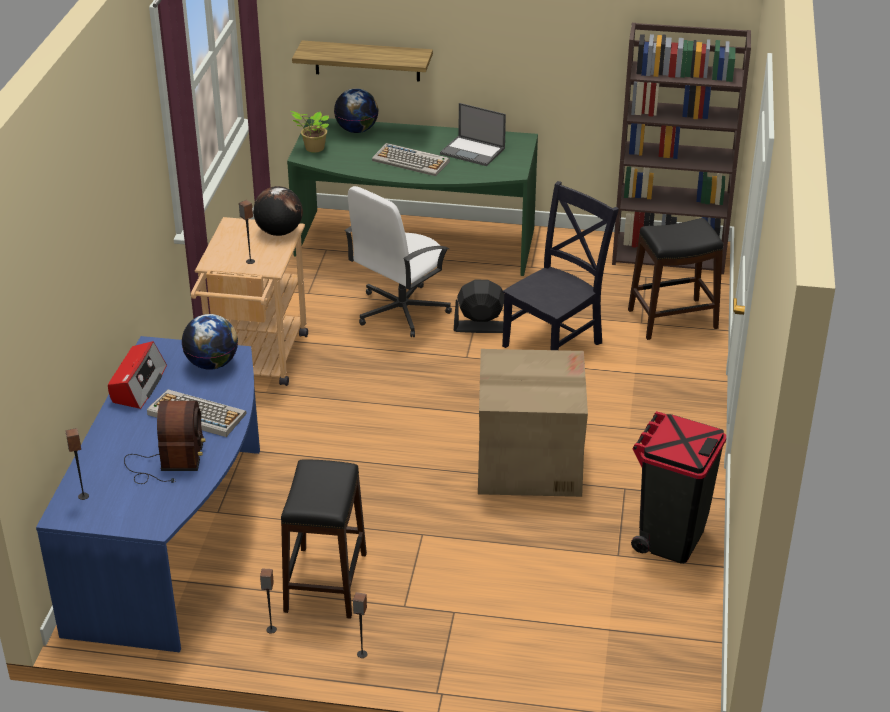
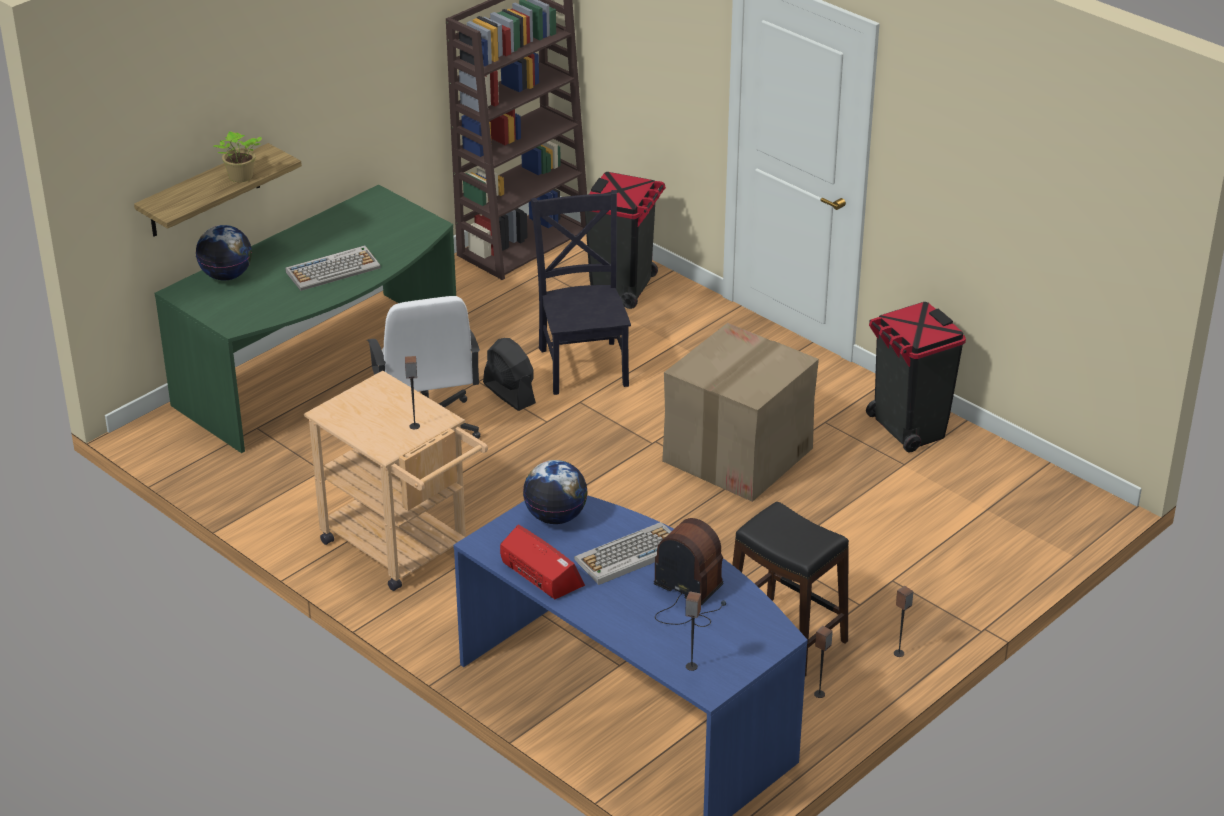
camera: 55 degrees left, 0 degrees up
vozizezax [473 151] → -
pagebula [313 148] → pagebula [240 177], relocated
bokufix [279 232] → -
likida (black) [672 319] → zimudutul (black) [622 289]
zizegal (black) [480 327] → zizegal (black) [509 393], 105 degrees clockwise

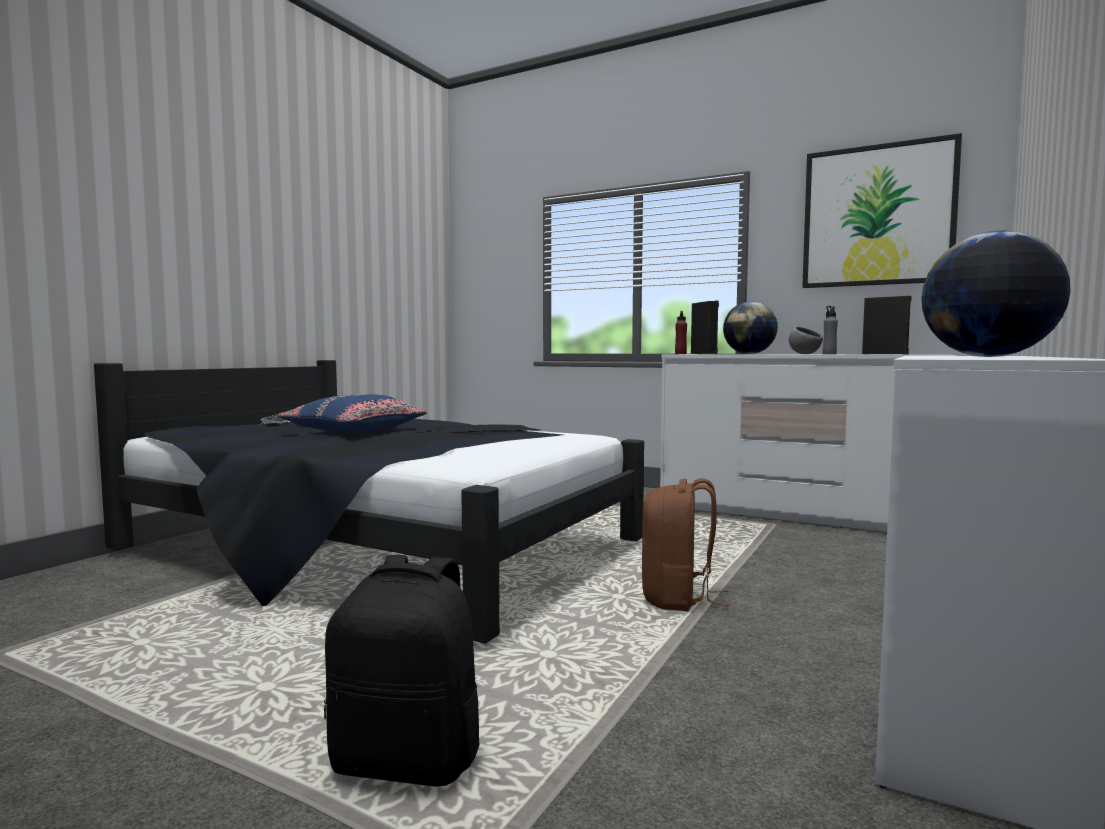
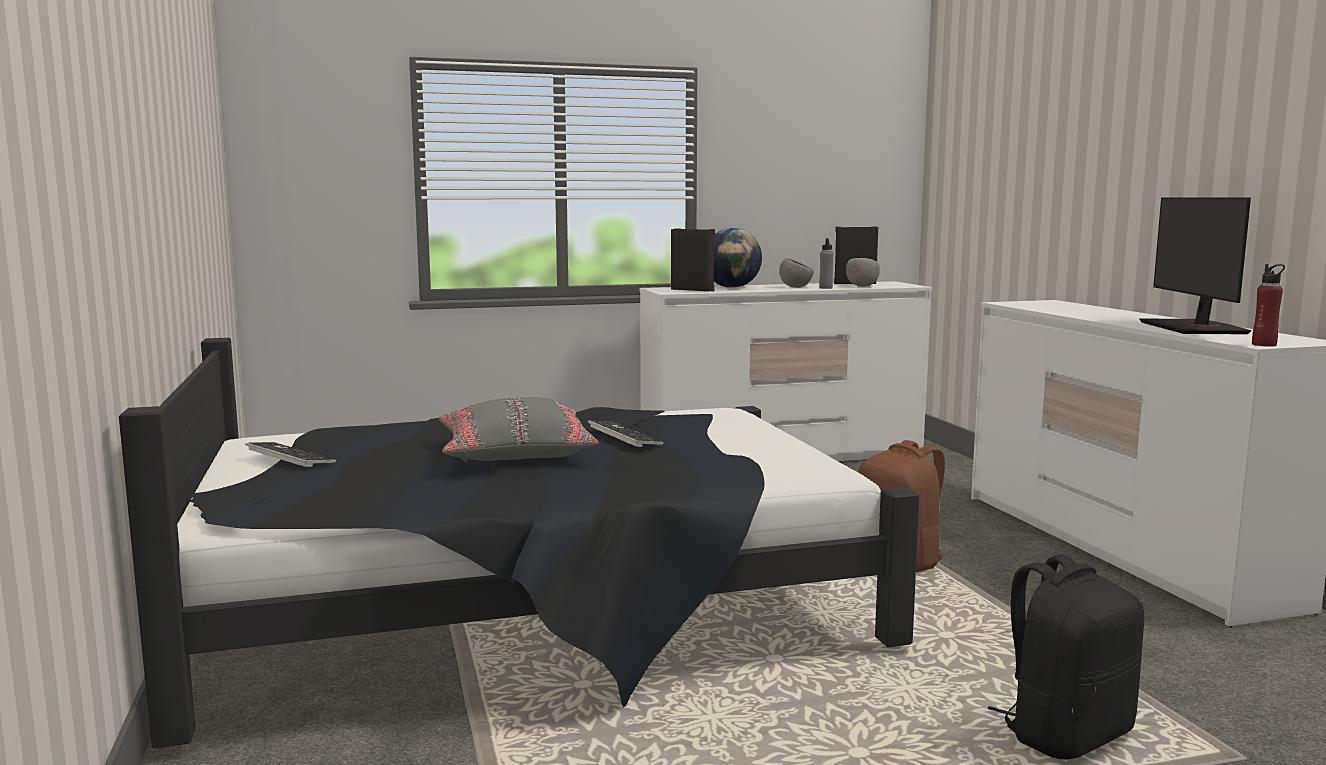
camera: 45 degrees left, 5 degrees up
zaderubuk [877 216] → -
bokufix [988 357] → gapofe [1194 328]
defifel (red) [680 354] → defifel (red) [1264 345], relocated
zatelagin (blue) [355 430] → zatelagin (grey) [515 452]
- → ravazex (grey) [861 286]
- → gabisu [624 435]

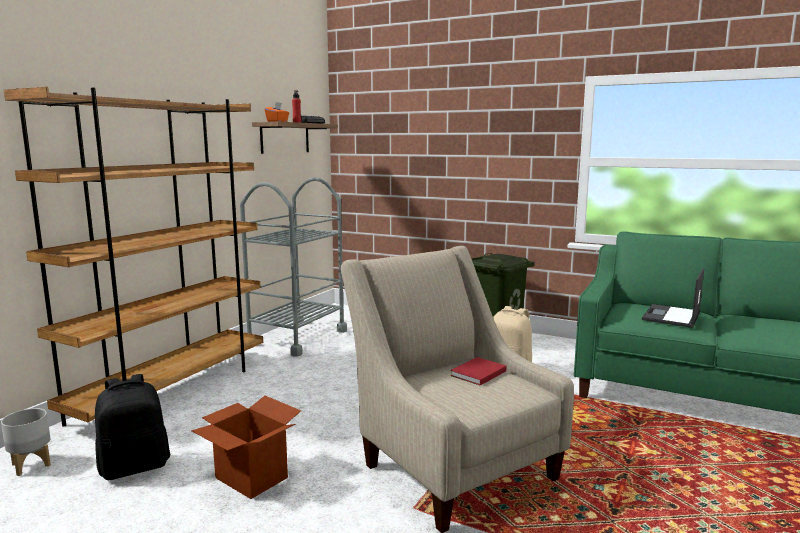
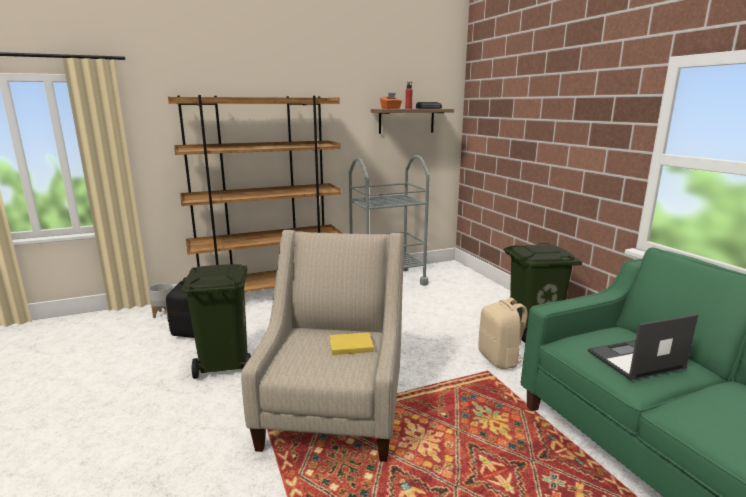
camera: 40 degrees right, 5 degrees up
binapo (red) [477 373] → binapo (yellow) [350 345]
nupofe [251 478] → zimudutul (green) [226 363]

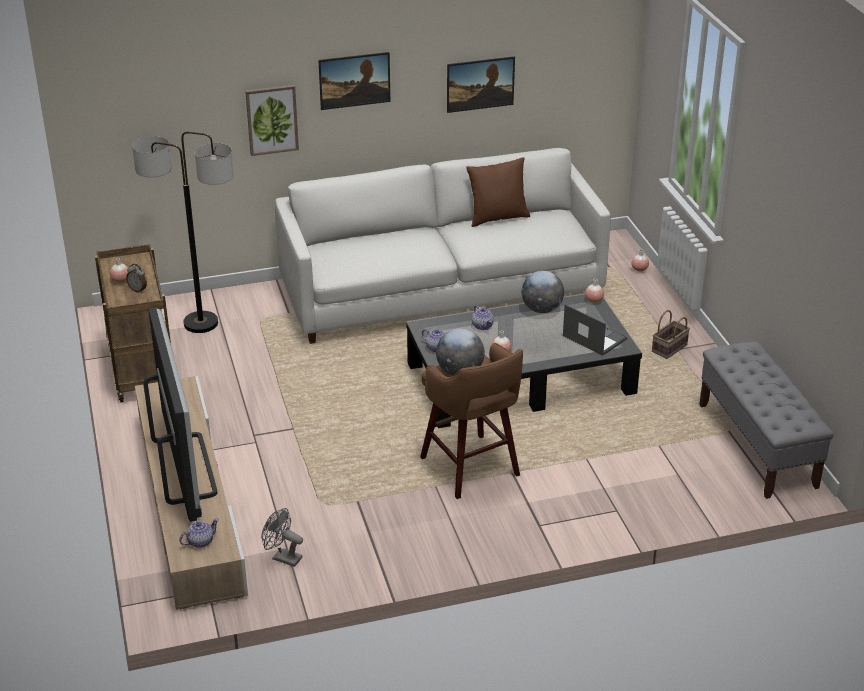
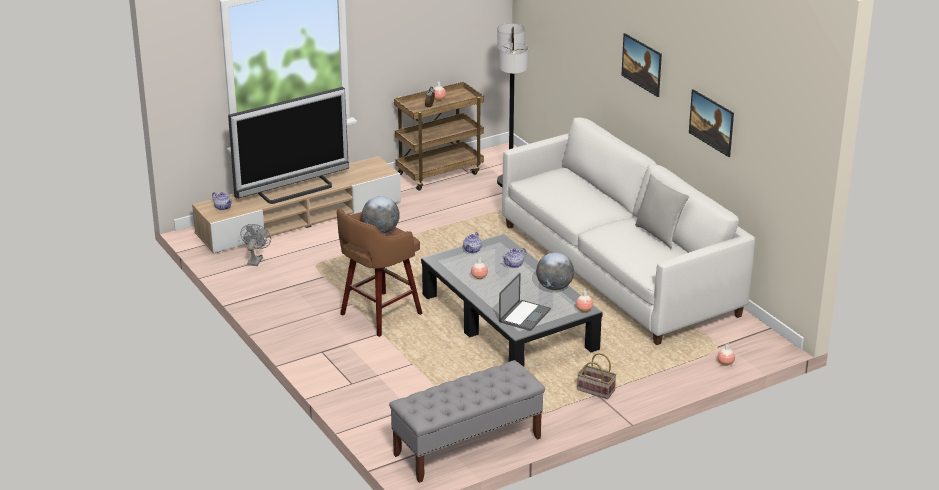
camera: 75 degrees right, 5 degrees down
zaderubuk [272 119] → -
zatelagin (brown) [497 218] → zatelagin (grey) [659 234]

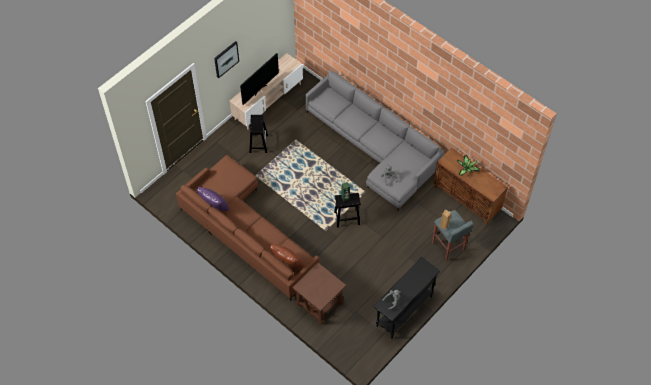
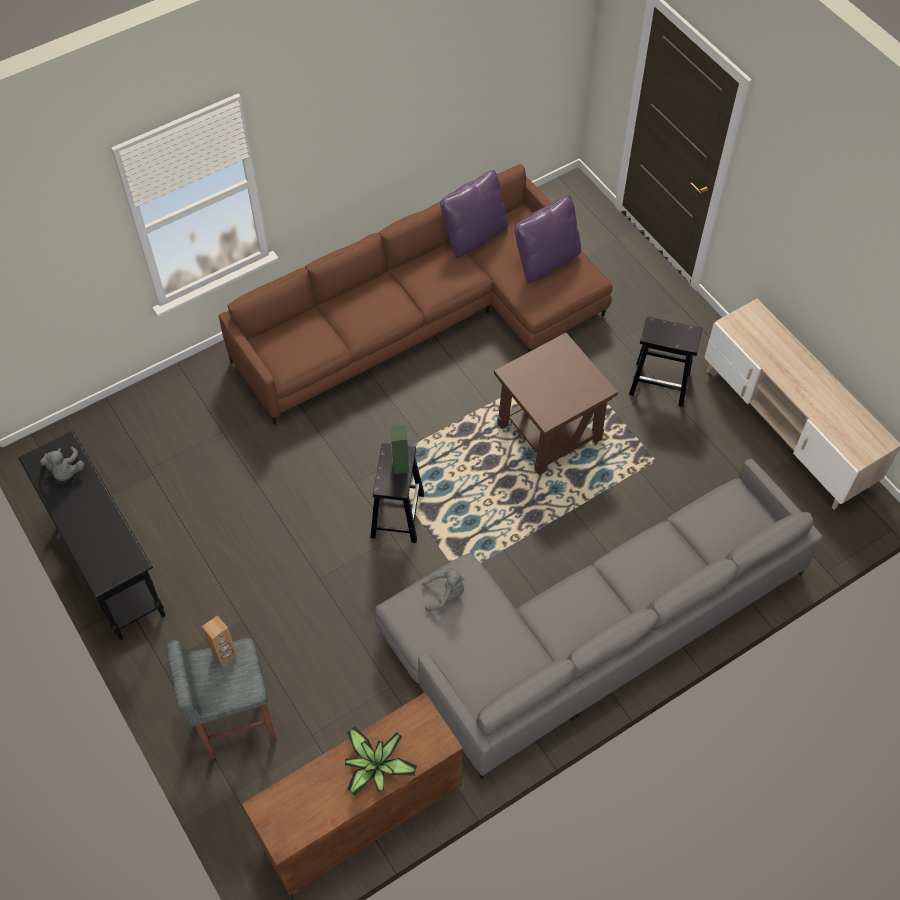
camera: 105 degrees right, 0 degrees up
zaderubuk [226 59] → -
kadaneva [260 89] → -
zatelagin (brown) [287 263] → -
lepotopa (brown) [319 303] → lepotopa (brown) [549 431], relocated
- → zatelagin (purple) [546 261]

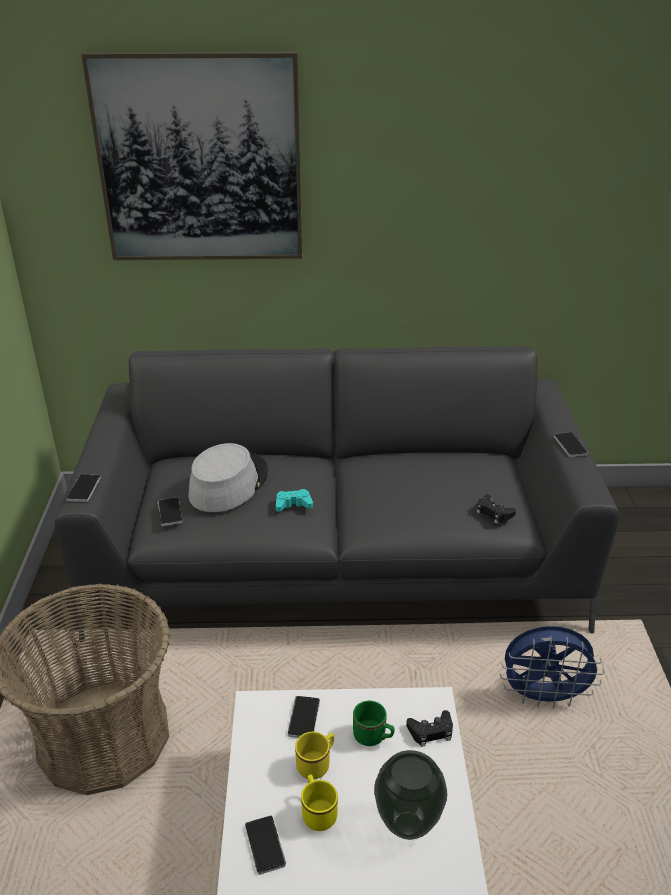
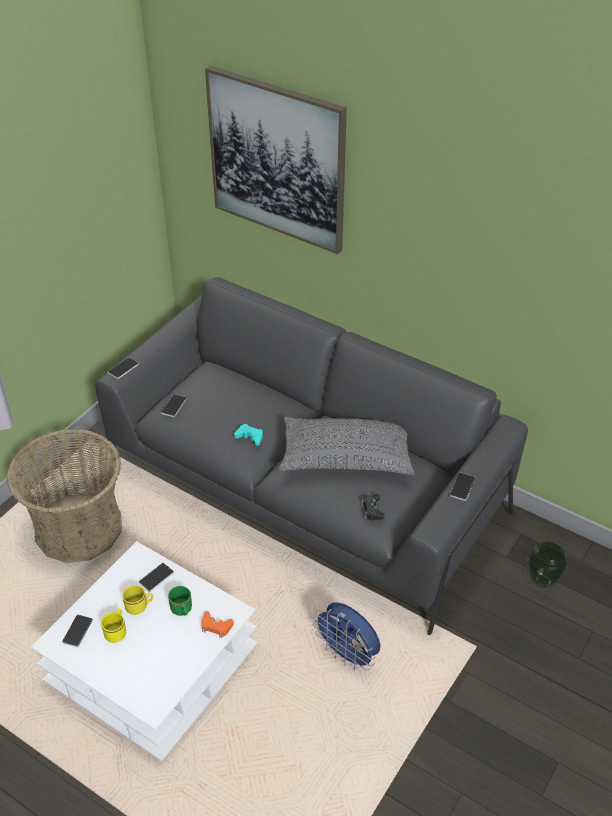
camera: 35 degrees right, 10 degrees up
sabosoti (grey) [228 483] → -
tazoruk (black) [431 731] → tazoruk (orange) [216 627]
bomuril [408 826] → bomuril [541 582], relocated
- → zatelagin (grey) [346 457]

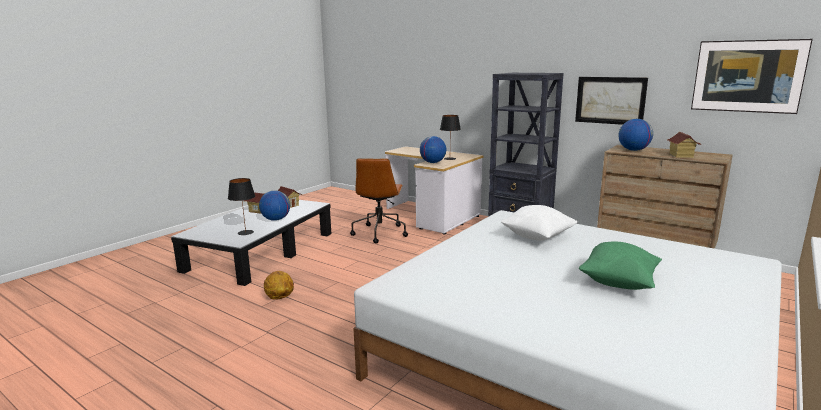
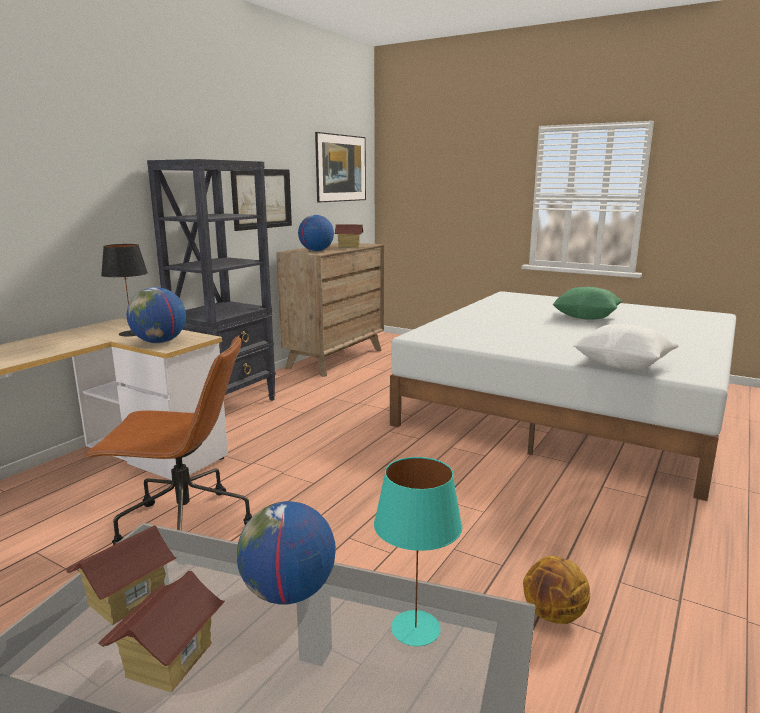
camera: 95 degrees left, 0 degrees up
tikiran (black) [246 232] → tikiran (turquoise) [415 627]
zatelagin (white) [538 237] → zatelagin (white) [622 366], relocated

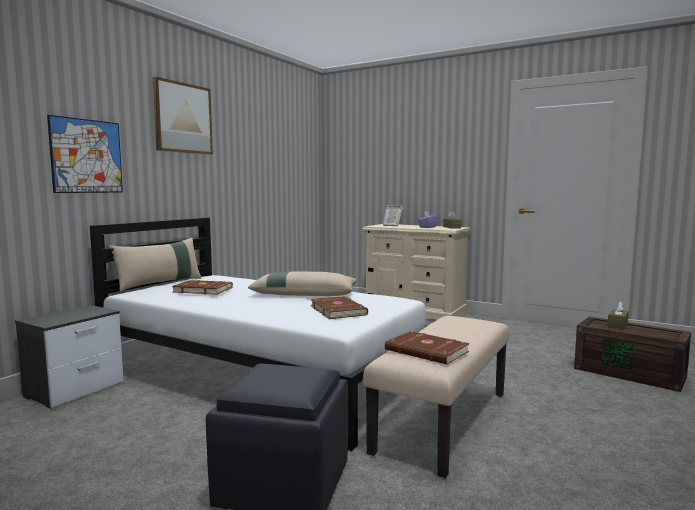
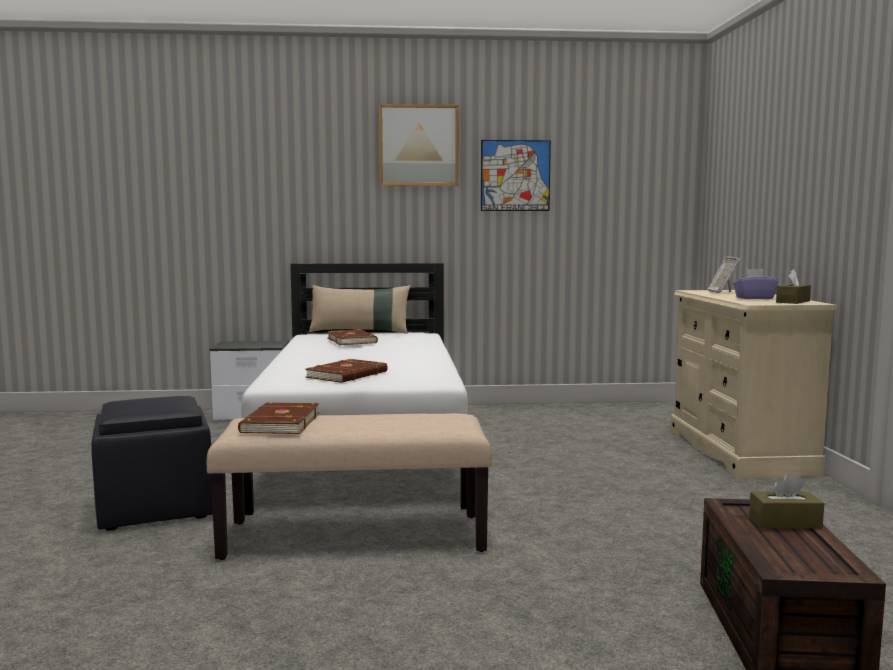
camera: 55 degrees right, 0 degrees up
zaderubuk [87 156] → zaderubuk [515 175], relocated
zatelagin (beige) [304 294] → -

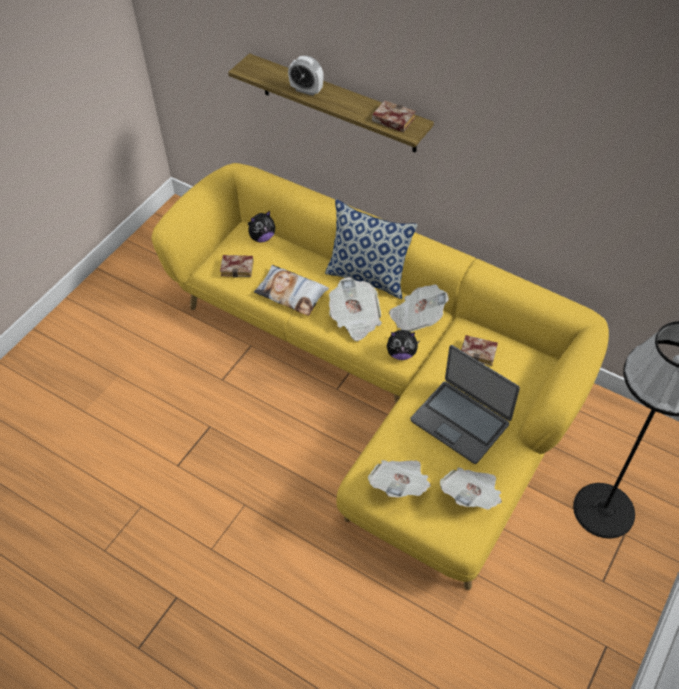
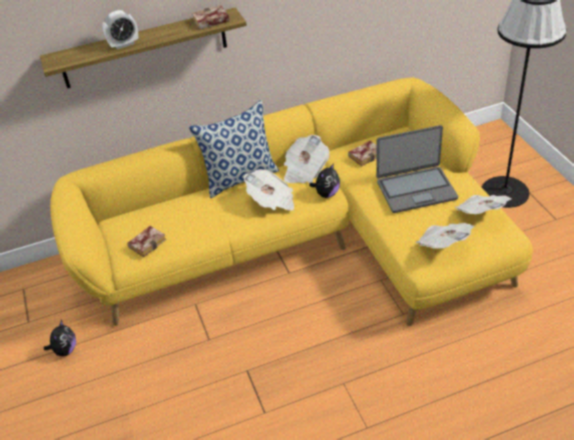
camera: 50 degrees left, 10 degrees down
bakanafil [262 237] → bakanafil [65 350], relocated
zatelagin [291 293] → -

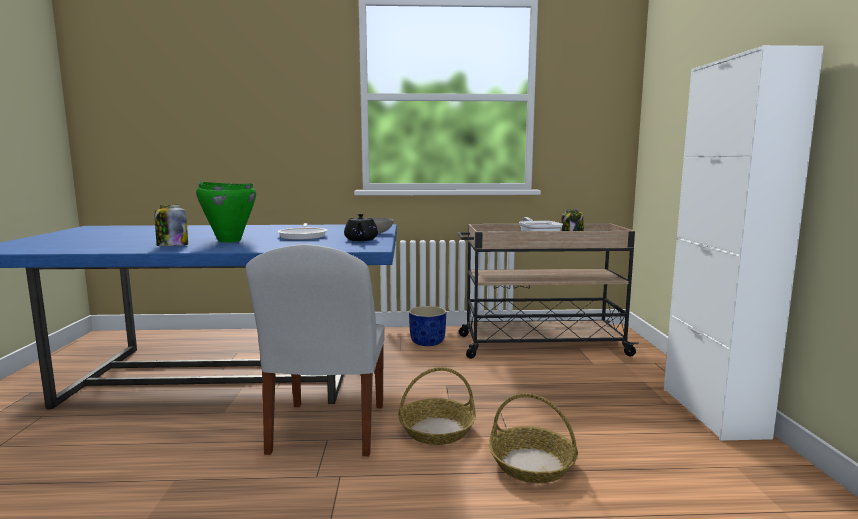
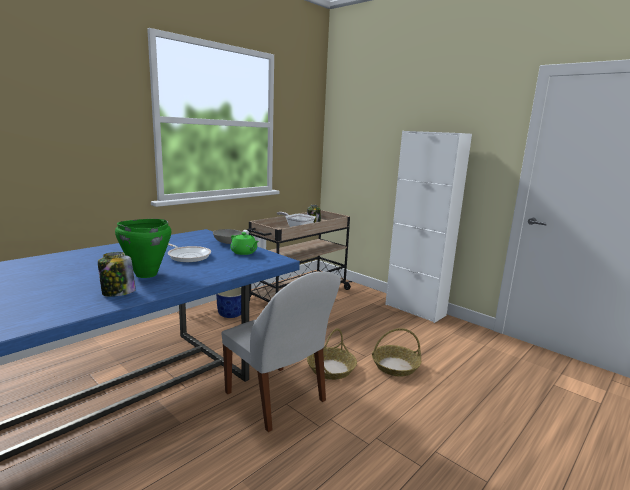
camera: 45 degrees left, 5 degrees up
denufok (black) [361 240] → denufok (green) [244 252]

